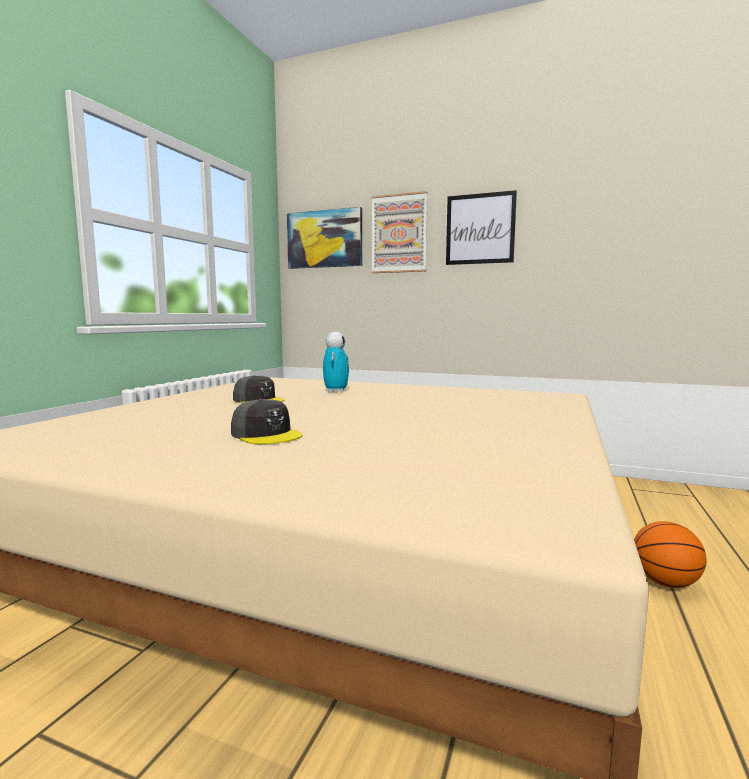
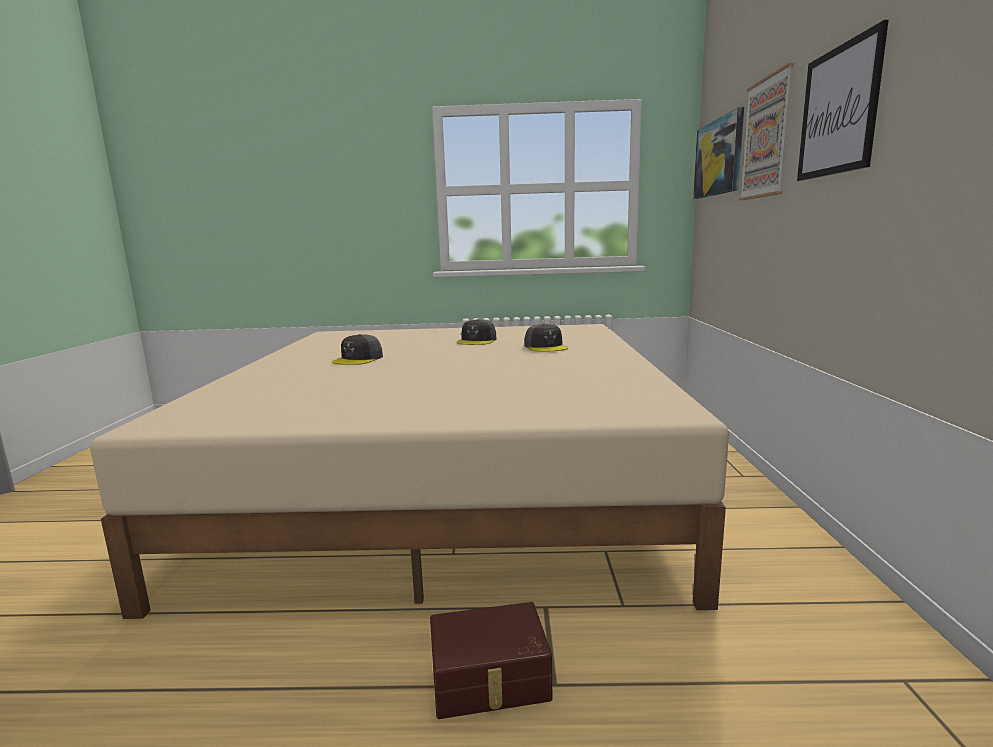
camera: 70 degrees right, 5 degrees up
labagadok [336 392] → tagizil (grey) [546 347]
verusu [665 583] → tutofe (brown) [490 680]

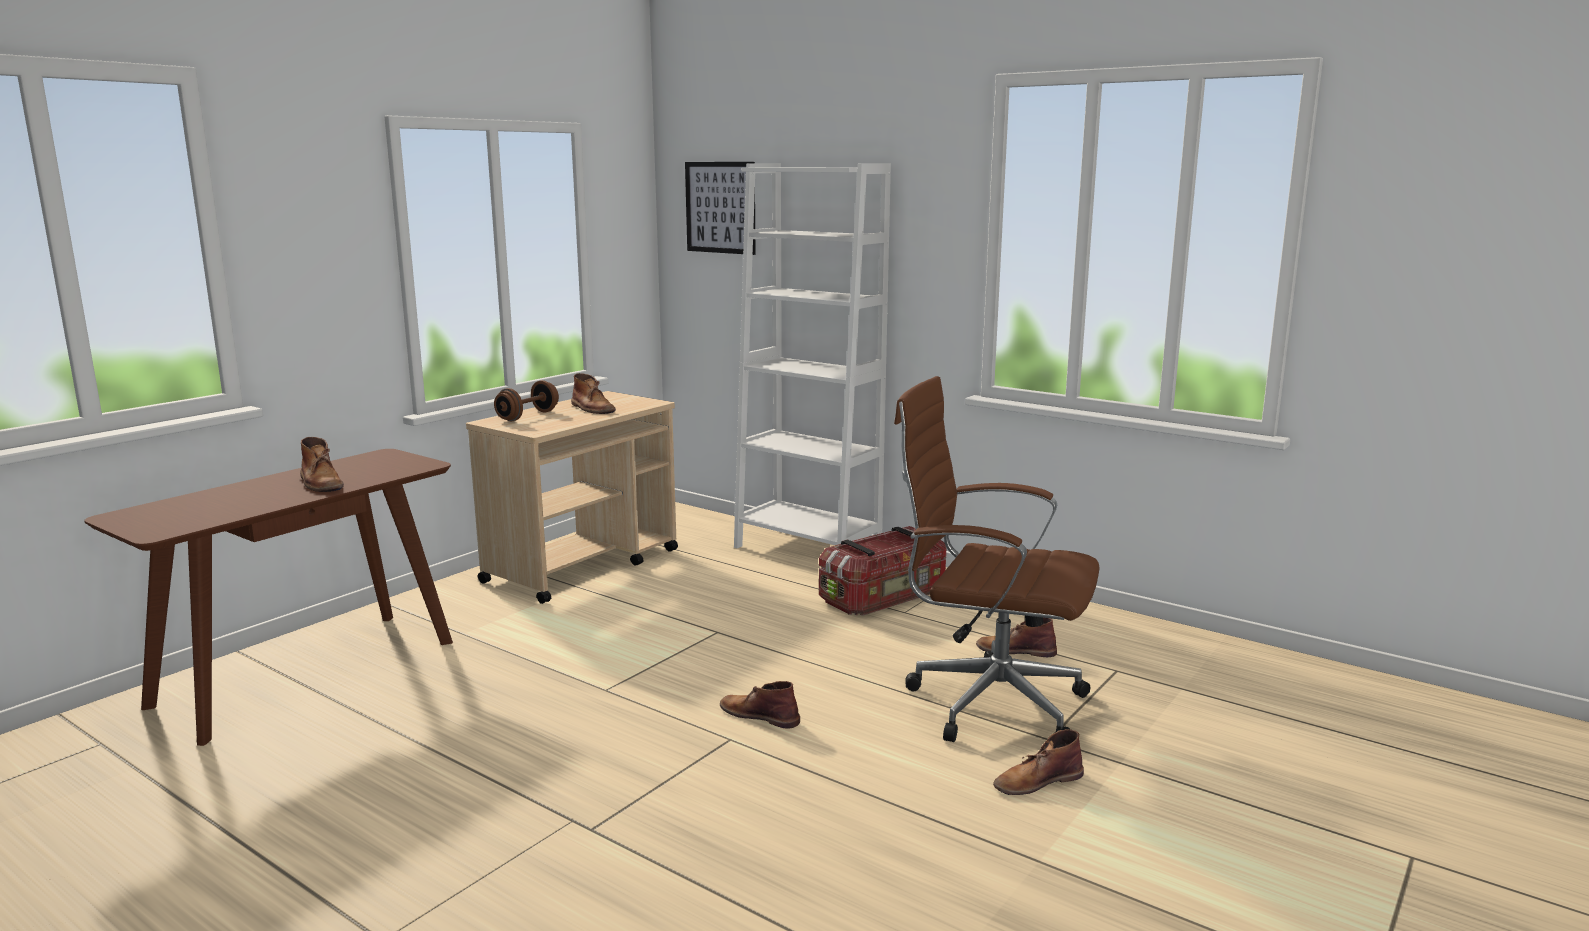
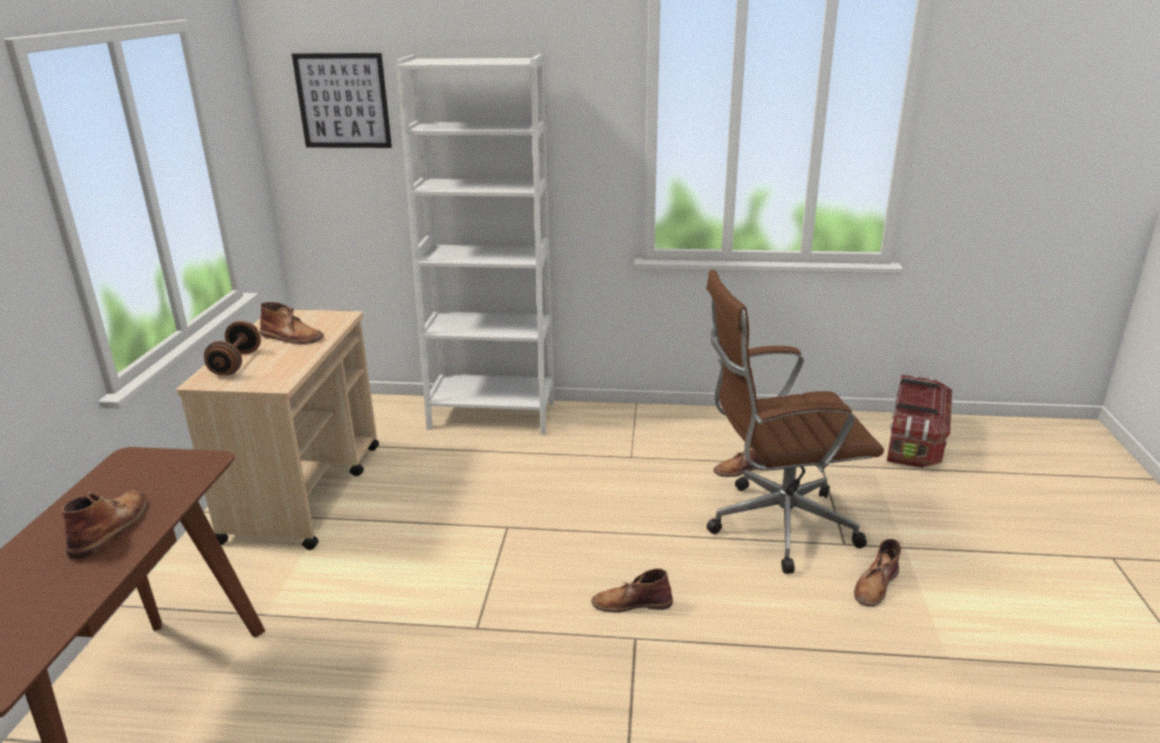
camera: 30 degrees left, 10 degrees up
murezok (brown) [321 483] → murezok (brown) [111 527], 105 degrees counterclockwise
tutofe [885 597] → tutofe [914 442], relocated

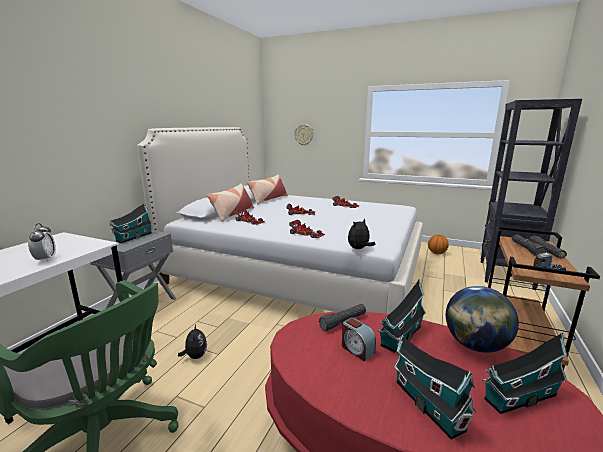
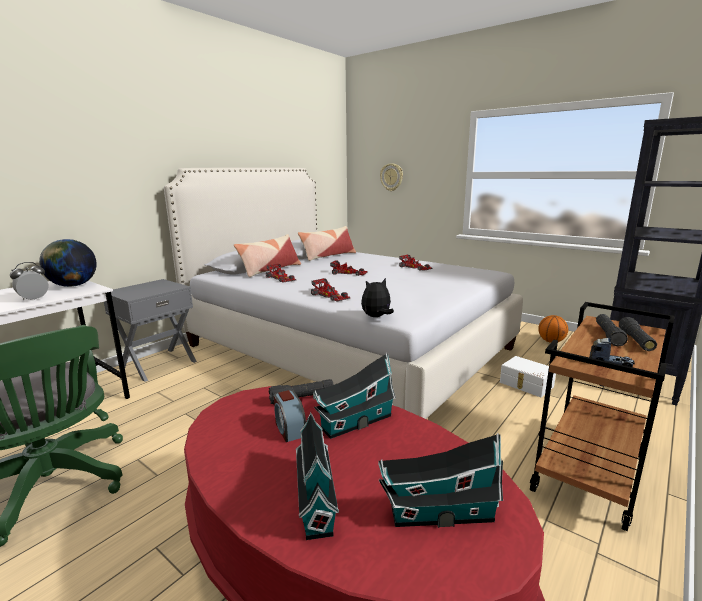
camera: 15 degrees right, 0 degrees up
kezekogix [133 237] → -
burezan [45 259] → burezan [34 299], 135 degrees counterclockwise
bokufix [475 345] → bokufix [73 285], relocated
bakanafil [195 356] → -
- → tutofe (white) [526 385]

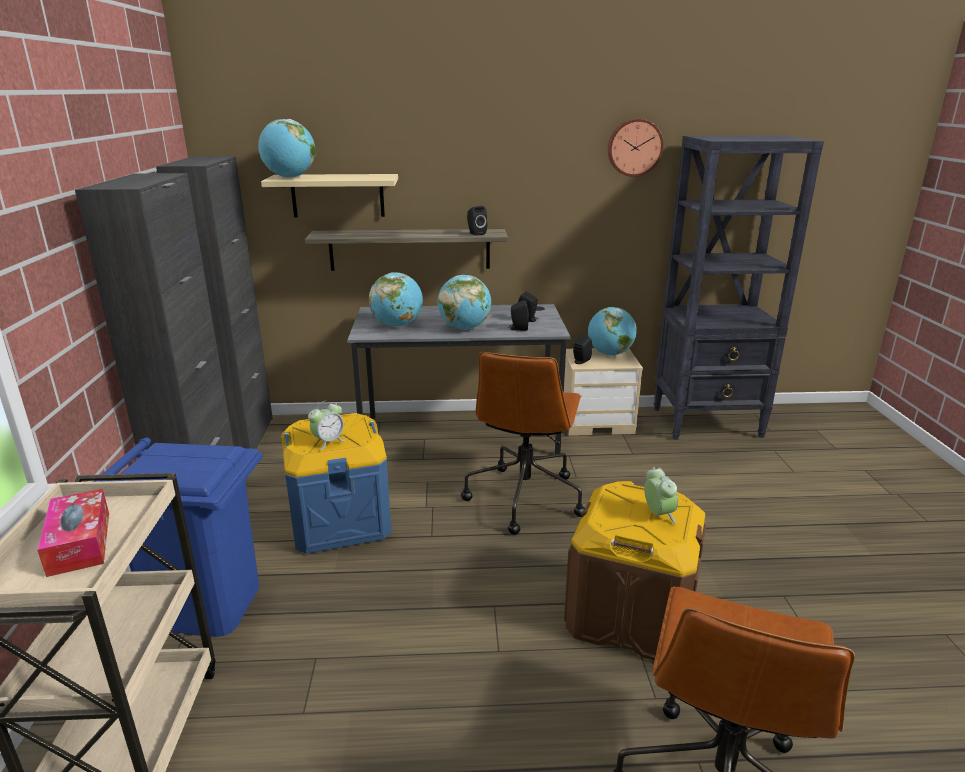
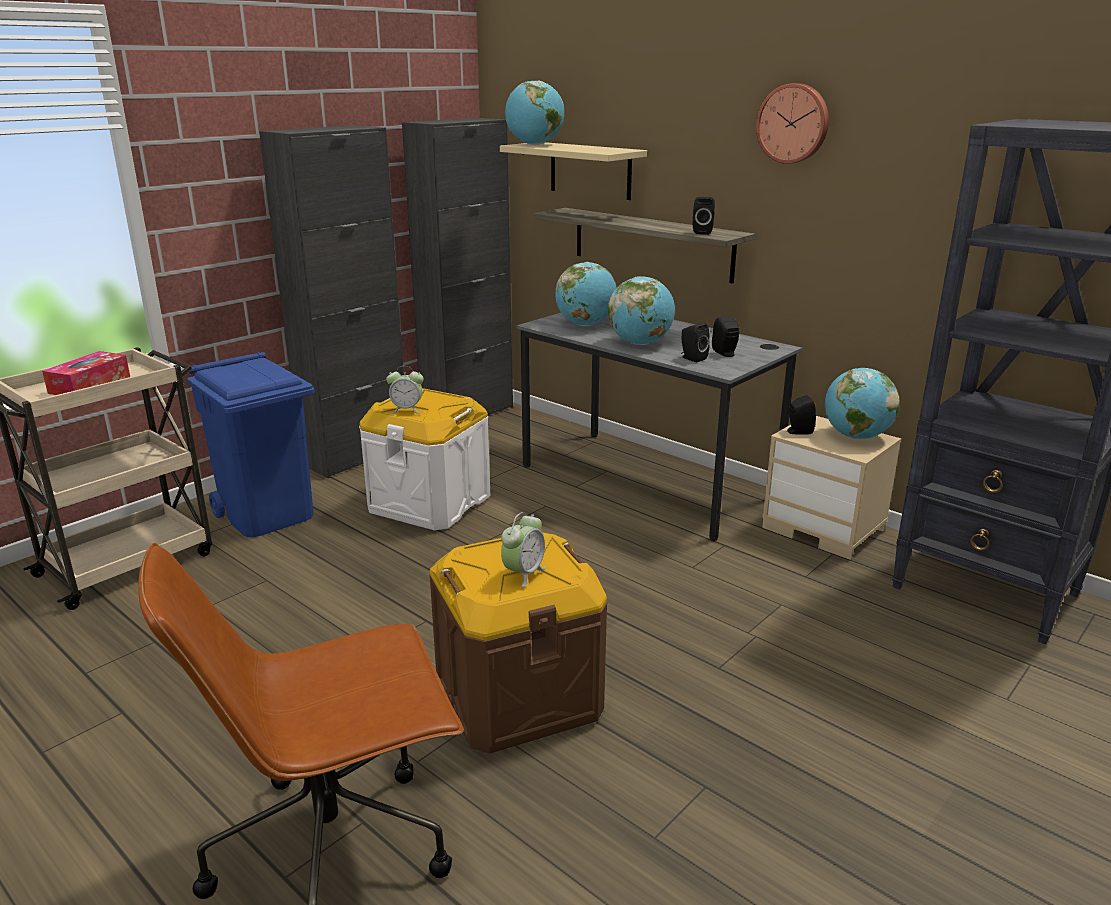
camera: 45 degrees right, 0 degrees up
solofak [634 147] → solofak [793 123], relocated
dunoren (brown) [524 497] → -
tutofe (blue) [340 521] → tutofe (white) [429 503]

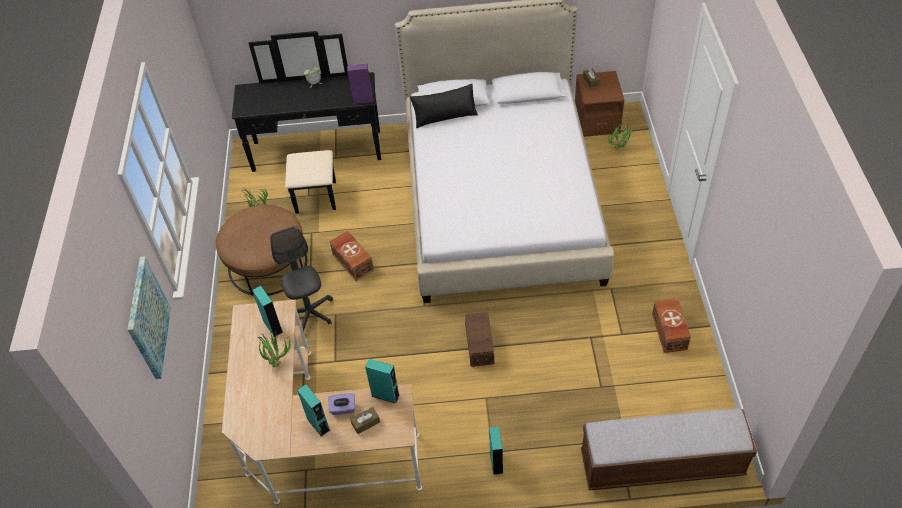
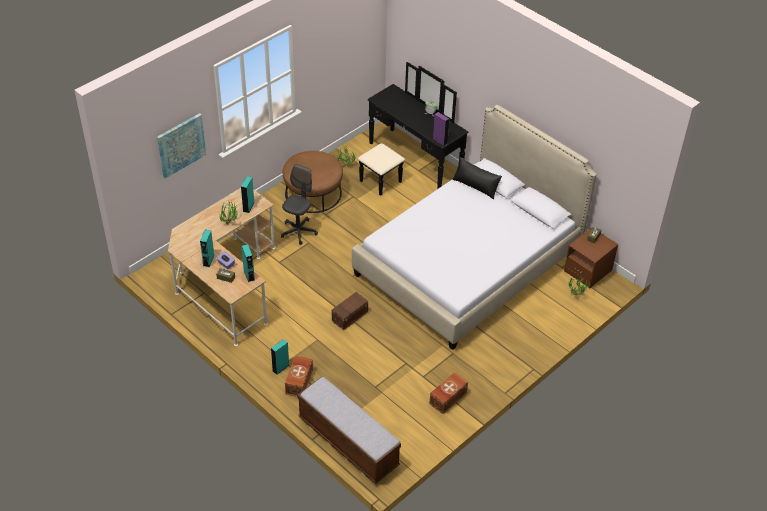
camera: 45 degrees right, 5 degrees down
tutofe (brown) [353 261] → tutofe (brown) [300 381], relocated

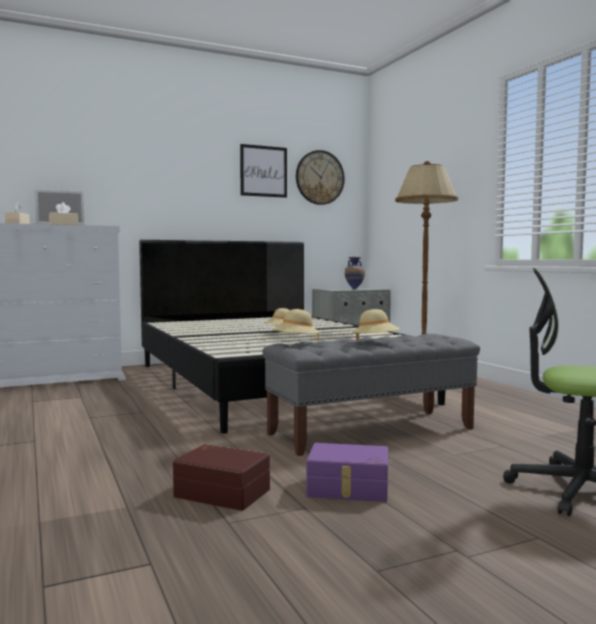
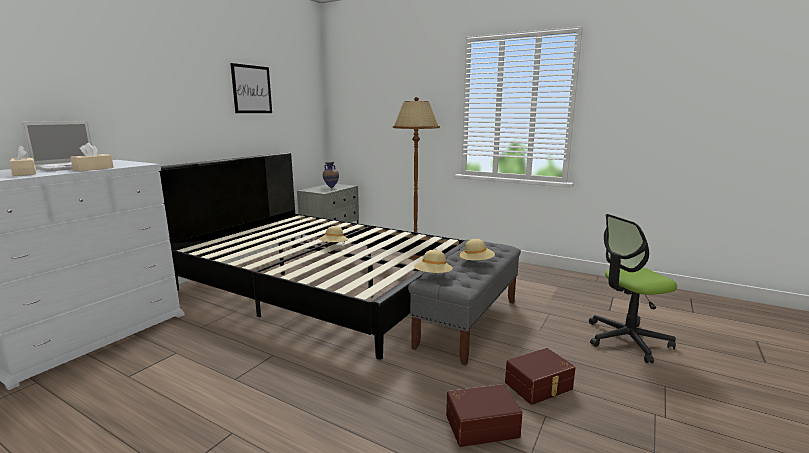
camera: 35 degrees left, 10 degrees up
solofak [319 177] → -
tutofe (purple) [348 489] → tutofe (brown) [539 386]

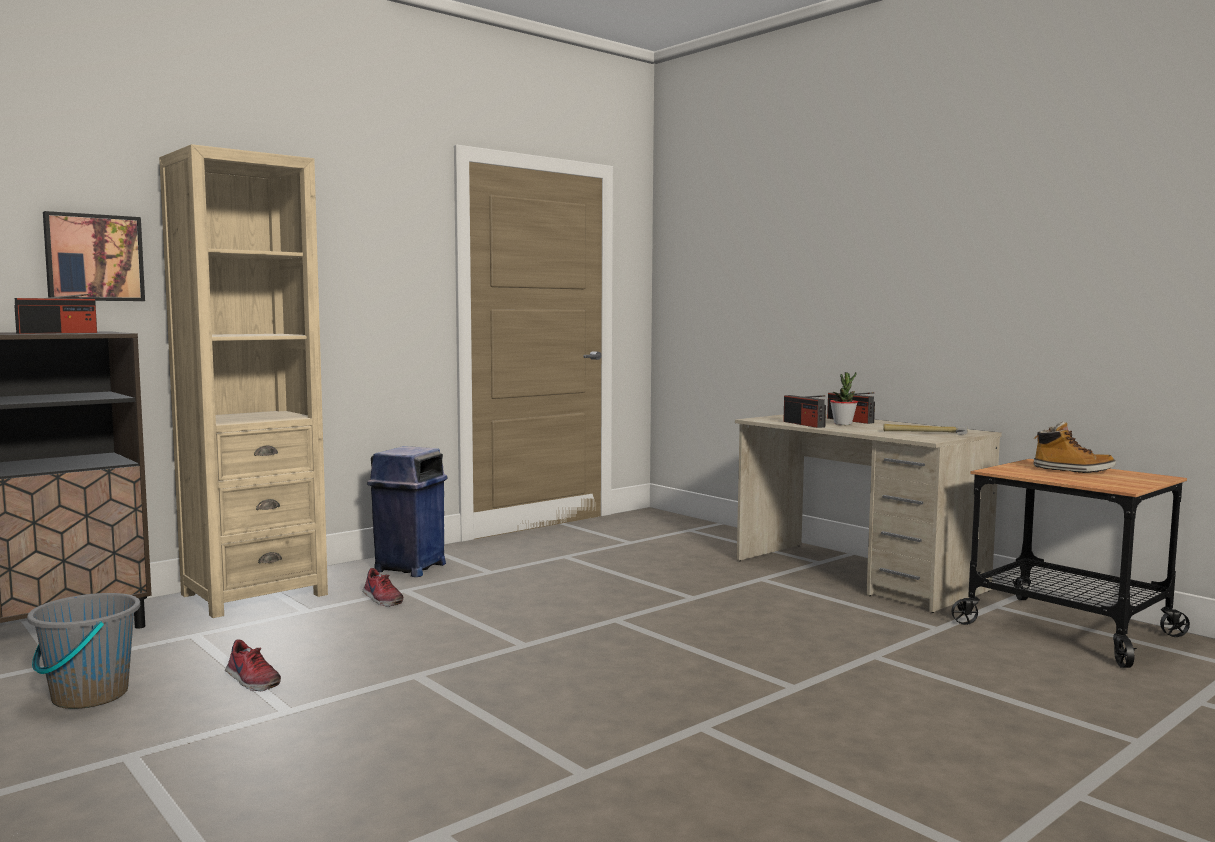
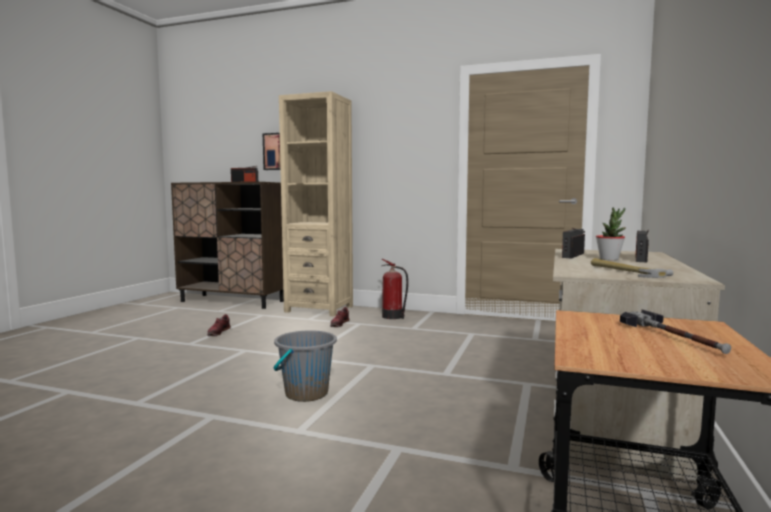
camera: 60 degrees right, 0 degrees up
murezok [1072 470] → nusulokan [674 337]
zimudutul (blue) [409 568] → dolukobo [393 317]
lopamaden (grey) [89 695] → lopamaden (grey) [306 393], relocated

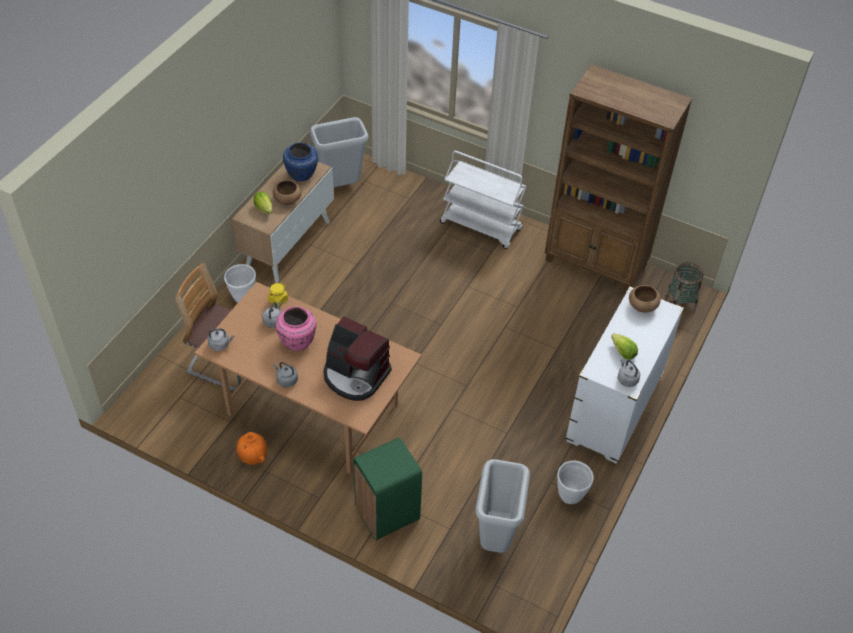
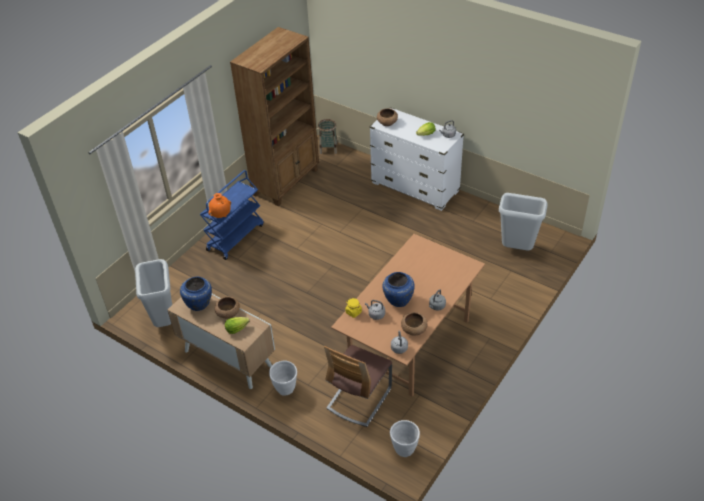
camera: 80 degrees left, 5 degrees down
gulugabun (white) [481 226] → gulugabun (blue) [235 237]
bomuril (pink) [298 341] → bomuril (blue) [398 300]
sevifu [355 375] → -
bomuril (orange) [253 458] → bomuril (orange) [221 215], relocated
zimudutul (green) [388 513] → -
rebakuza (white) [570 495] → rebakuza (white) [404 449], relocated
- → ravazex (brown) [414 330]

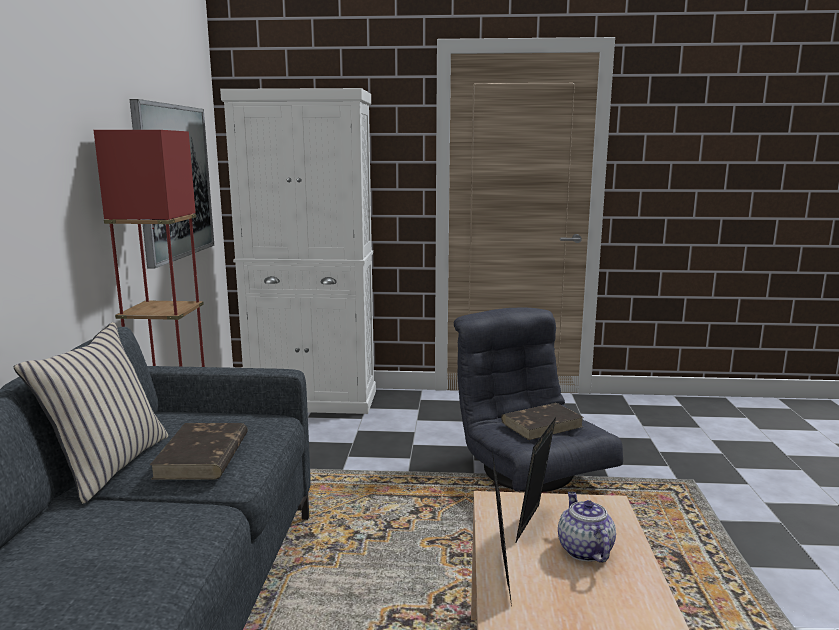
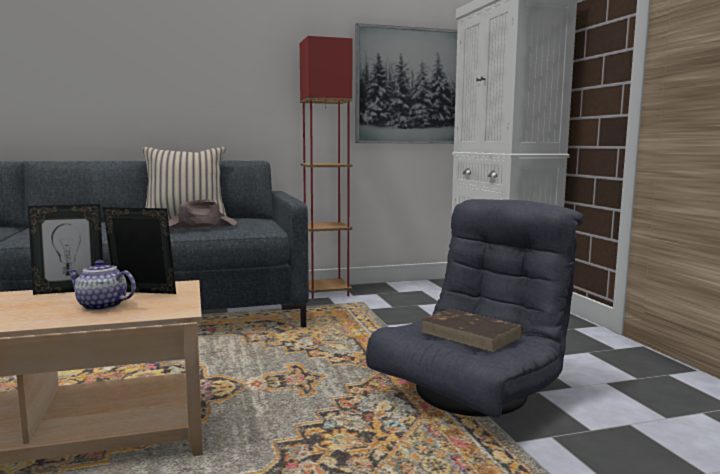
camera: 70 degrees right, 5 degrees down
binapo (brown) [202 456] → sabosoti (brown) [199 225]
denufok [583 550] → denufok [101 306], 135 degrees counterclockwise

